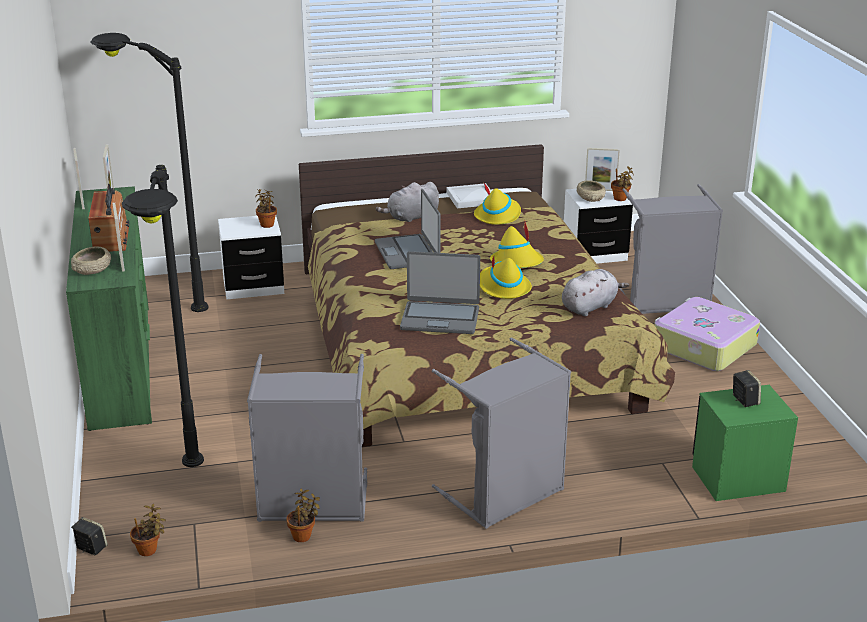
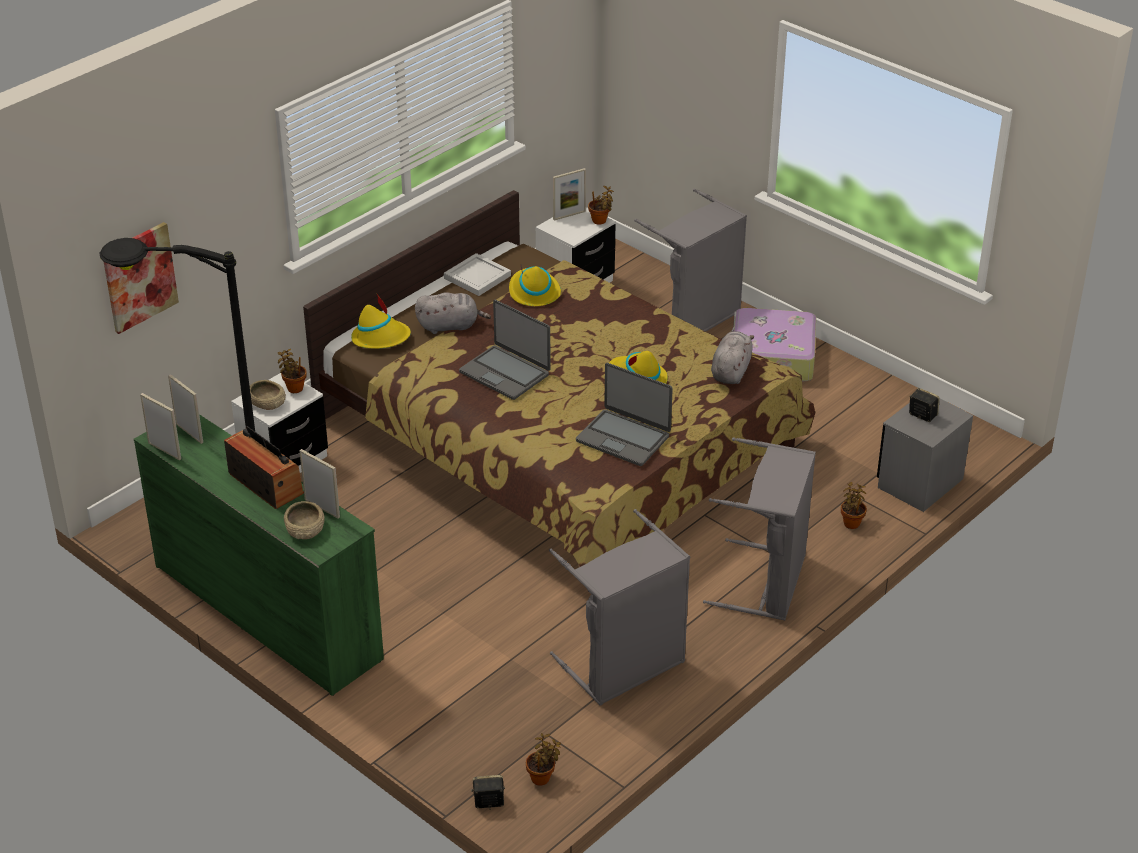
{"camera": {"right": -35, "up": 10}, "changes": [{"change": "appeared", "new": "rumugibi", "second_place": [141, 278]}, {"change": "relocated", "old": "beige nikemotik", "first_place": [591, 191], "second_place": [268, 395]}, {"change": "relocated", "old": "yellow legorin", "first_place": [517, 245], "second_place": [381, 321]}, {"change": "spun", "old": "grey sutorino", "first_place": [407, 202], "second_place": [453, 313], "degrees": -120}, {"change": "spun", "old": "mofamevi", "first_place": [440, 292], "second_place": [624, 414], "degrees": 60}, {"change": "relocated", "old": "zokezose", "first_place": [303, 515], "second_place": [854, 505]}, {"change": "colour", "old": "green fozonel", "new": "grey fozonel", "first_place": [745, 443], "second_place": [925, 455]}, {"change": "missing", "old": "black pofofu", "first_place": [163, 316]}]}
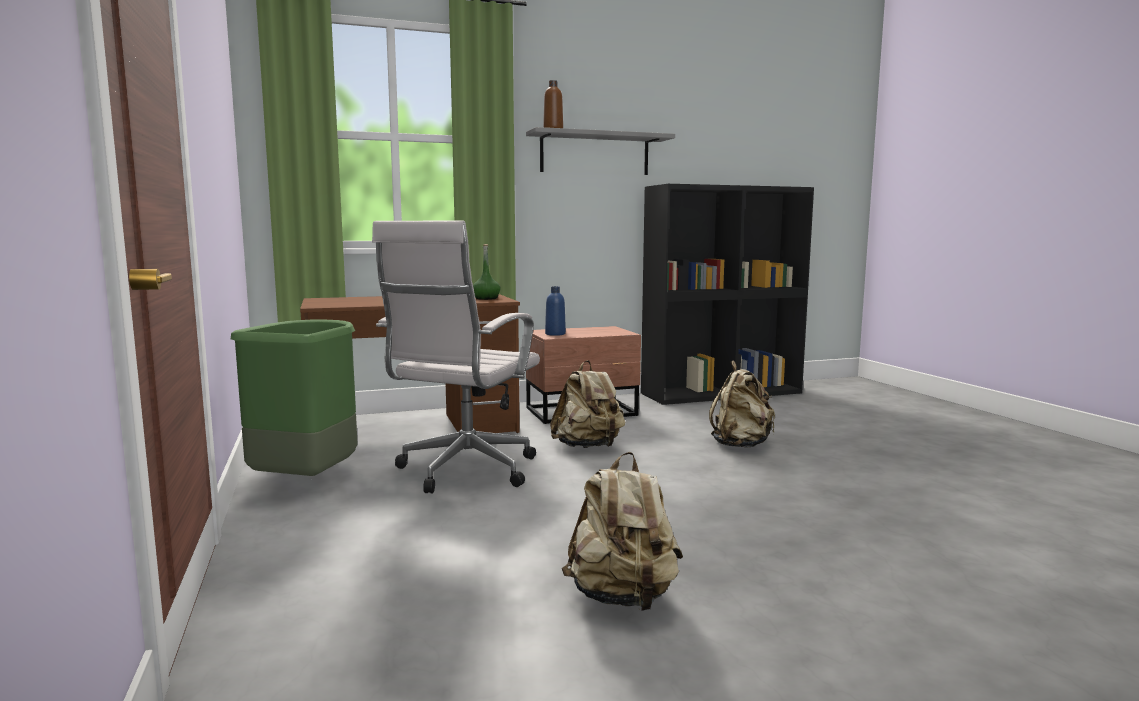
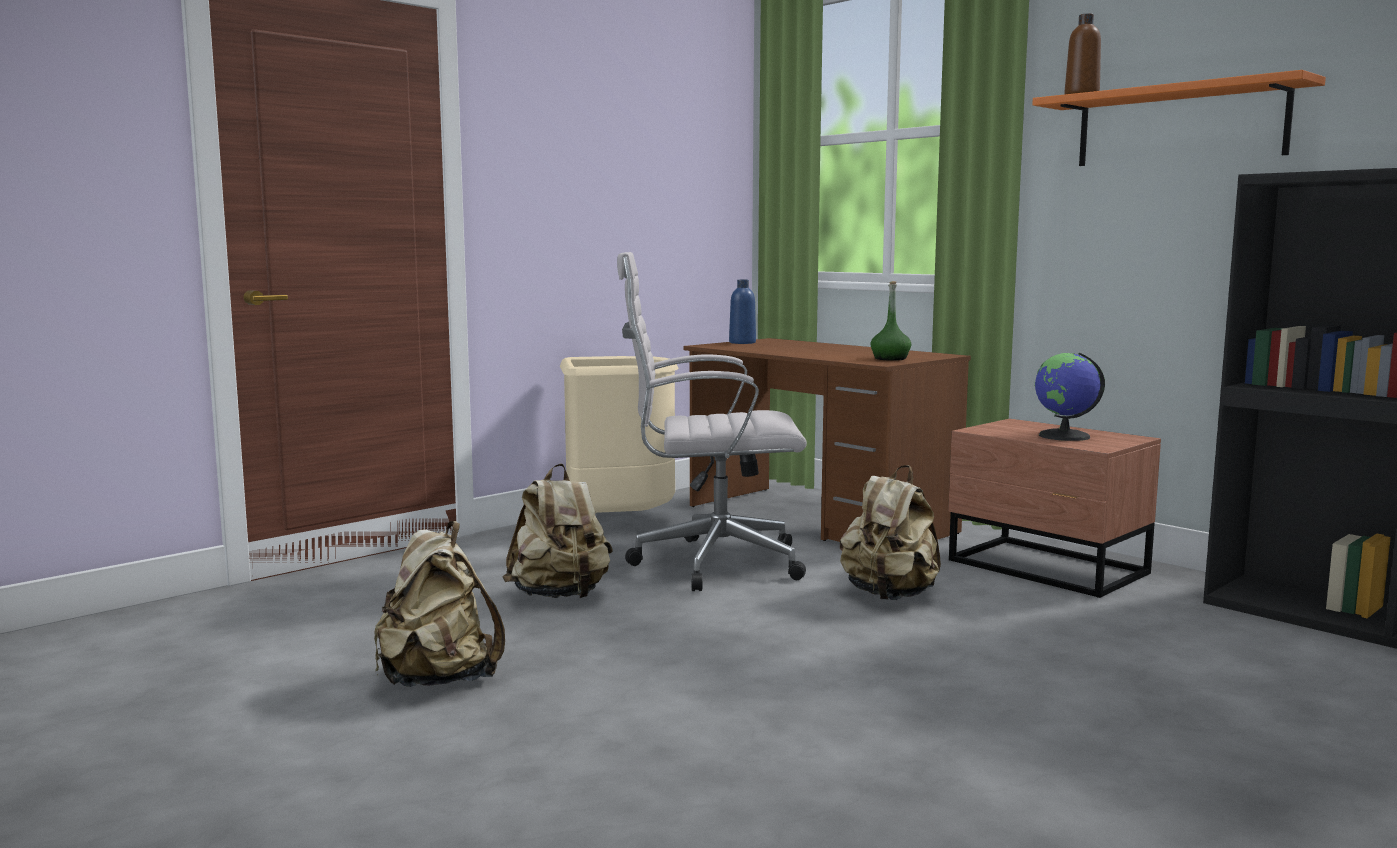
{"camera": {"right": 65, "up": 0}, "changes": [{"change": "relocated", "old": "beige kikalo", "first_place": [742, 404], "second_place": [557, 530]}, {"change": "colour", "old": "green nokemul", "new": "beige nokemul", "first_place": [294, 397], "second_place": [619, 434]}, {"change": "relocated", "old": "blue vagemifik", "first_place": [555, 311], "second_place": [742, 312]}, {"change": "colour", "old": "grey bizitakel", "new": "orange bizitakel", "first_place": [600, 151], "second_place": [1179, 118]}, {"change": "appeared", "new": "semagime", "second_place": [1070, 397]}]}
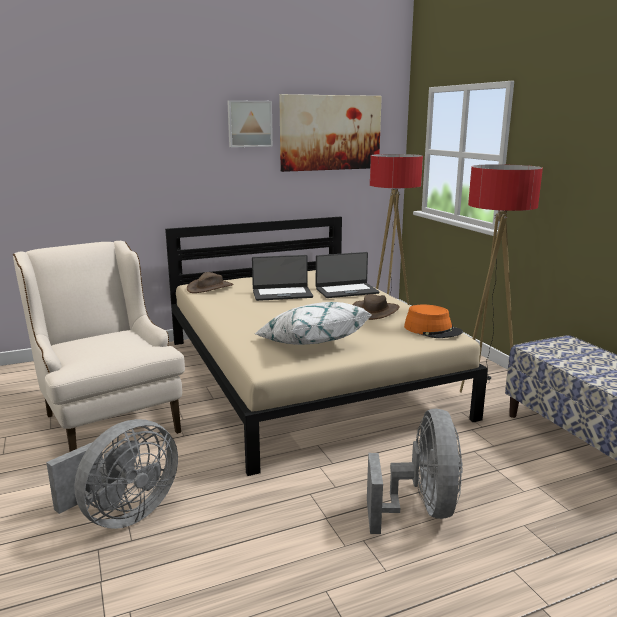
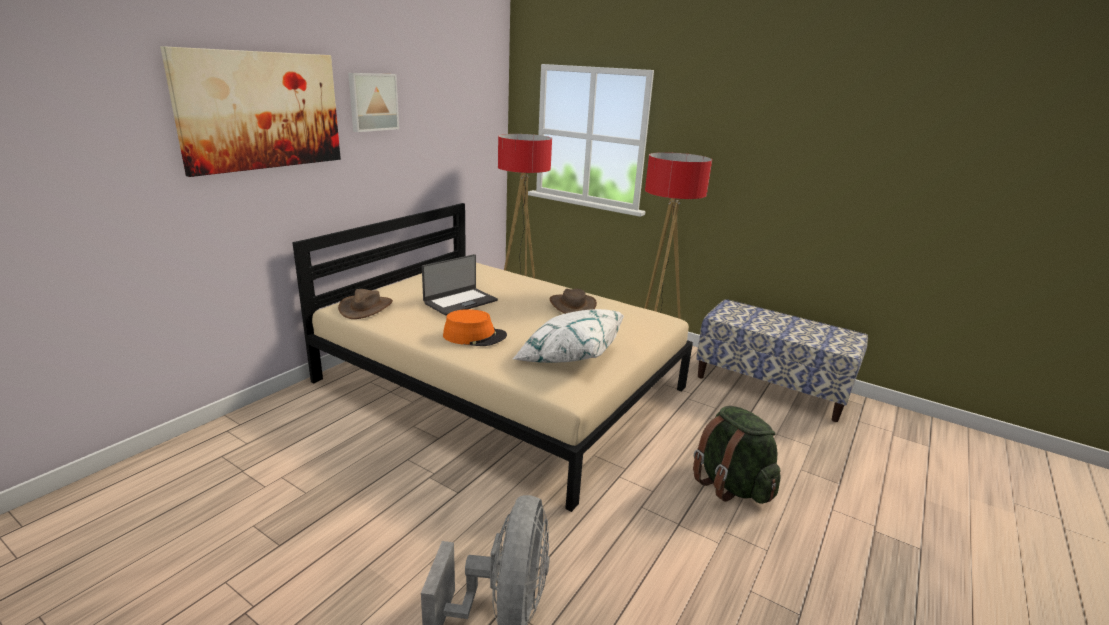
{"camera": {"right": -35, "up": 5}, "changes": [{"change": "relocated", "old": "rumugibi", "first_place": [330, 133], "second_place": [250, 111]}, {"change": "relocated", "old": "orange legorin", "first_place": [433, 321], "second_place": [475, 327]}, {"change": "exchanged", "old": "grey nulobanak", "new": "green kikalo", "first_place": [415, 471], "second_place": [736, 455]}, {"change": "missing", "old": "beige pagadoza", "first_place": [99, 346]}, {"change": "missing", "old": "mofamevi", "first_place": [347, 275]}]}
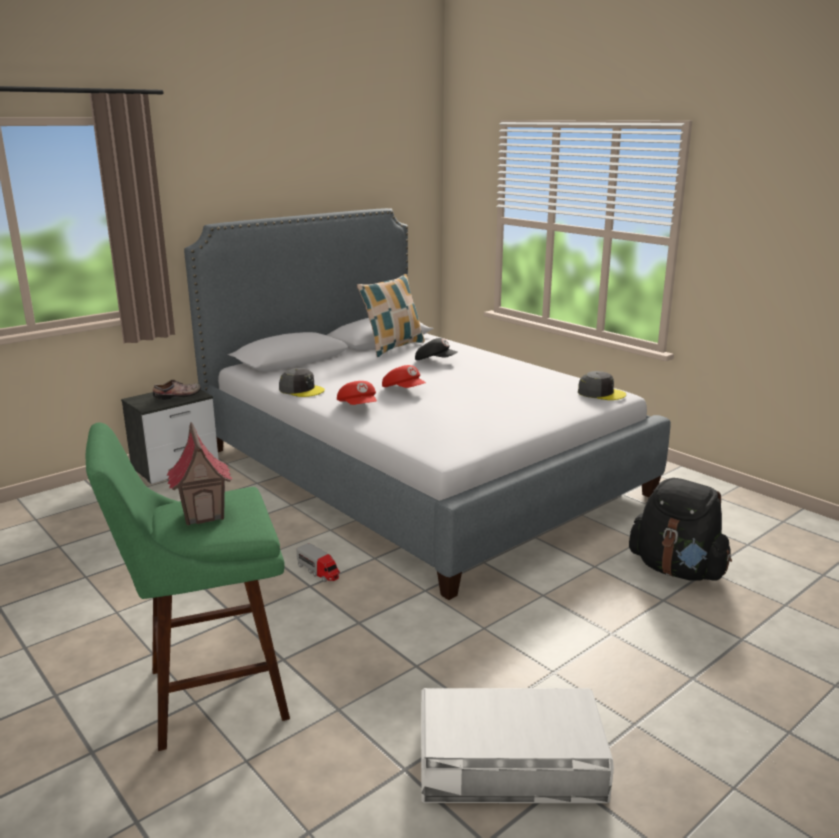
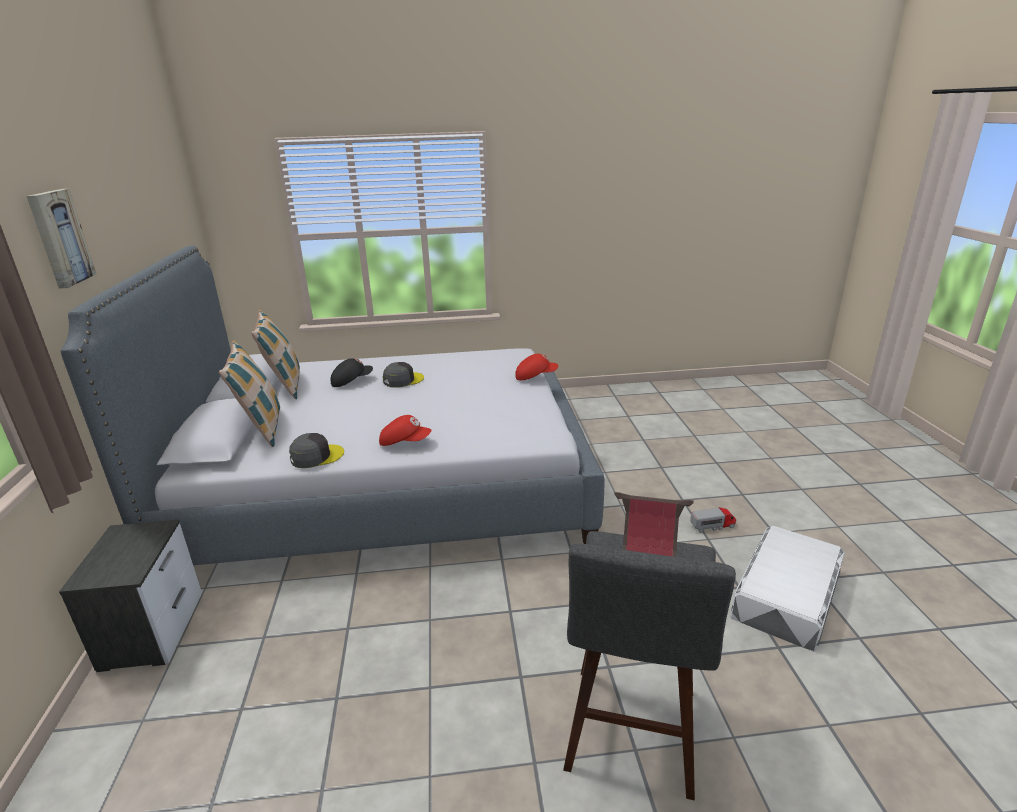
{"camera": {"right": -55, "up": 5}, "changes": [{"change": "appeared", "new": "rumugibi", "second_place": [61, 239]}, {"change": "appeared", "new": "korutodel", "second_place": [249, 393]}, {"change": "relocated", "old": "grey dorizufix", "first_place": [602, 385], "second_place": [403, 375]}, {"change": "relocated", "old": "red dorizufix", "first_place": [404, 376], "second_place": [536, 367]}, {"change": "colour", "old": "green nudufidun", "new": "grey nudufidun", "first_place": [188, 587], "second_place": [649, 665]}, {"change": "relocated", "old": "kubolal", "first_place": [318, 562], "second_place": [713, 520]}, {"change": "missing", "old": "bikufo", "first_place": [177, 390]}, {"change": "missing", "old": "black kikalo", "first_place": [680, 529]}]}
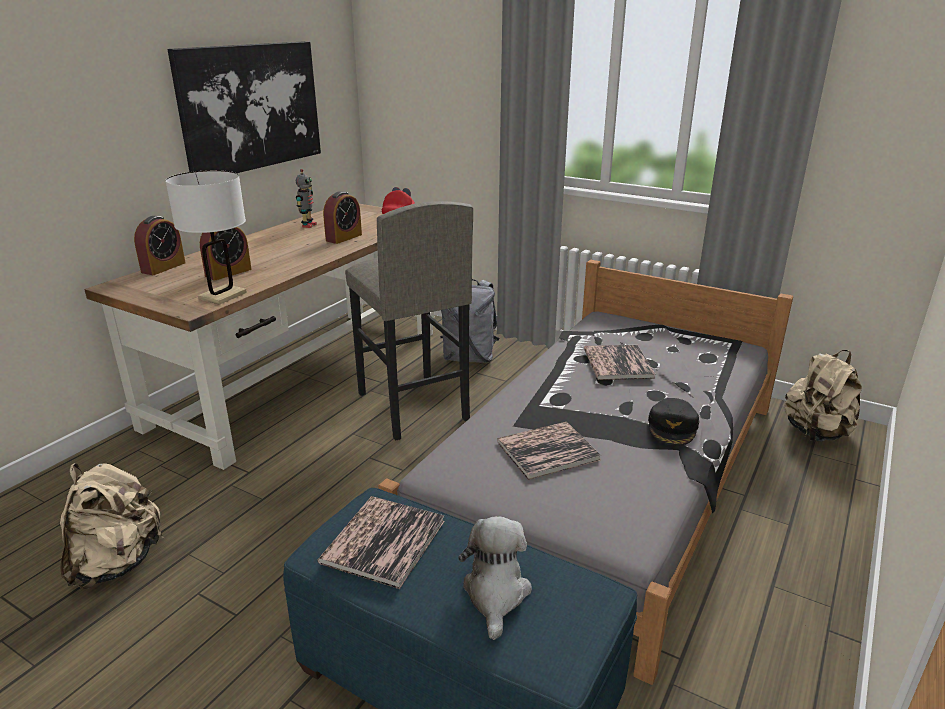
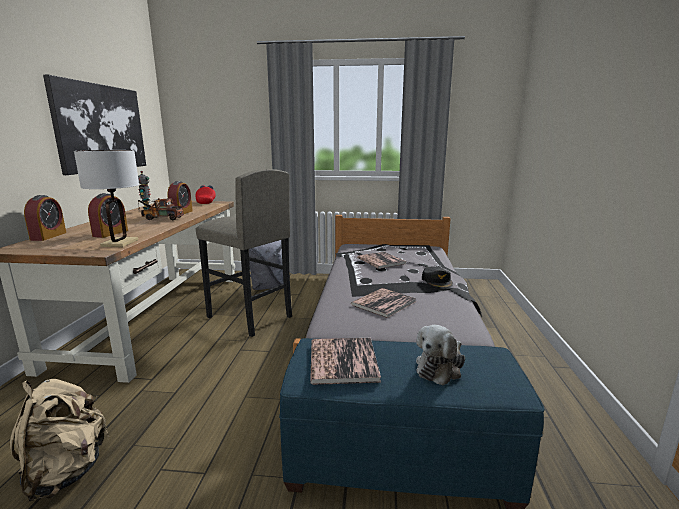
{"camera": {"right": -25, "up": -10}, "changes": [{"change": "appeared", "new": "kubolal", "second_place": [161, 209]}, {"change": "spun", "old": "sutorino", "first_place": [495, 578], "second_place": [440, 355], "degrees": -120}, {"change": "missing", "old": "beige kikalo", "first_place": [823, 396]}]}
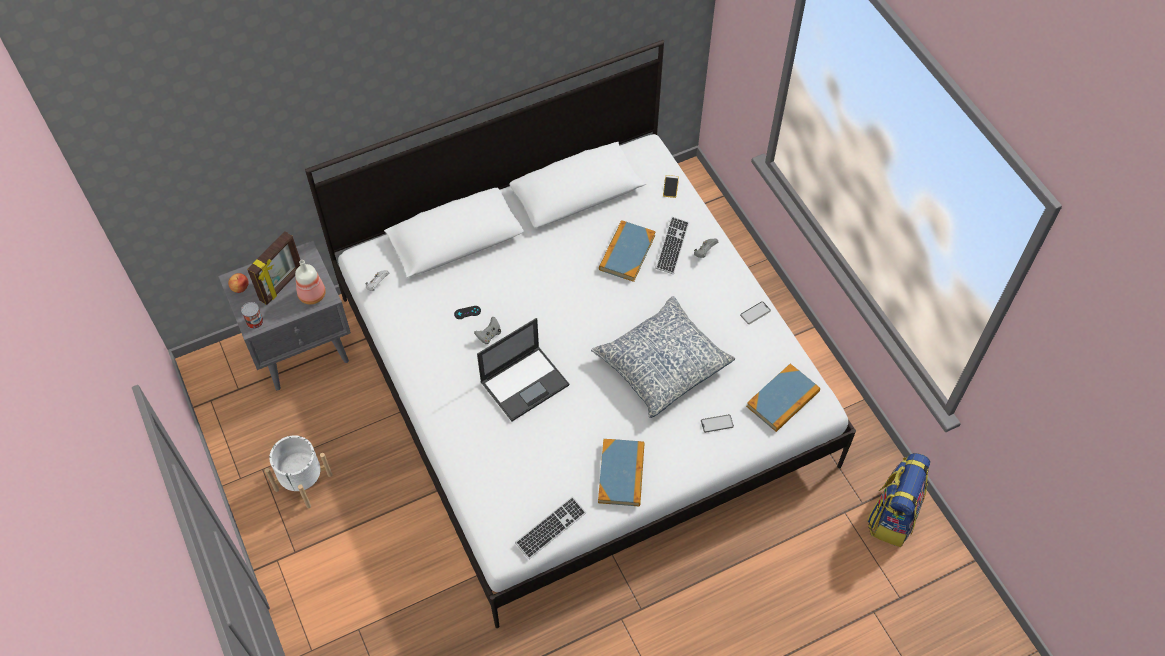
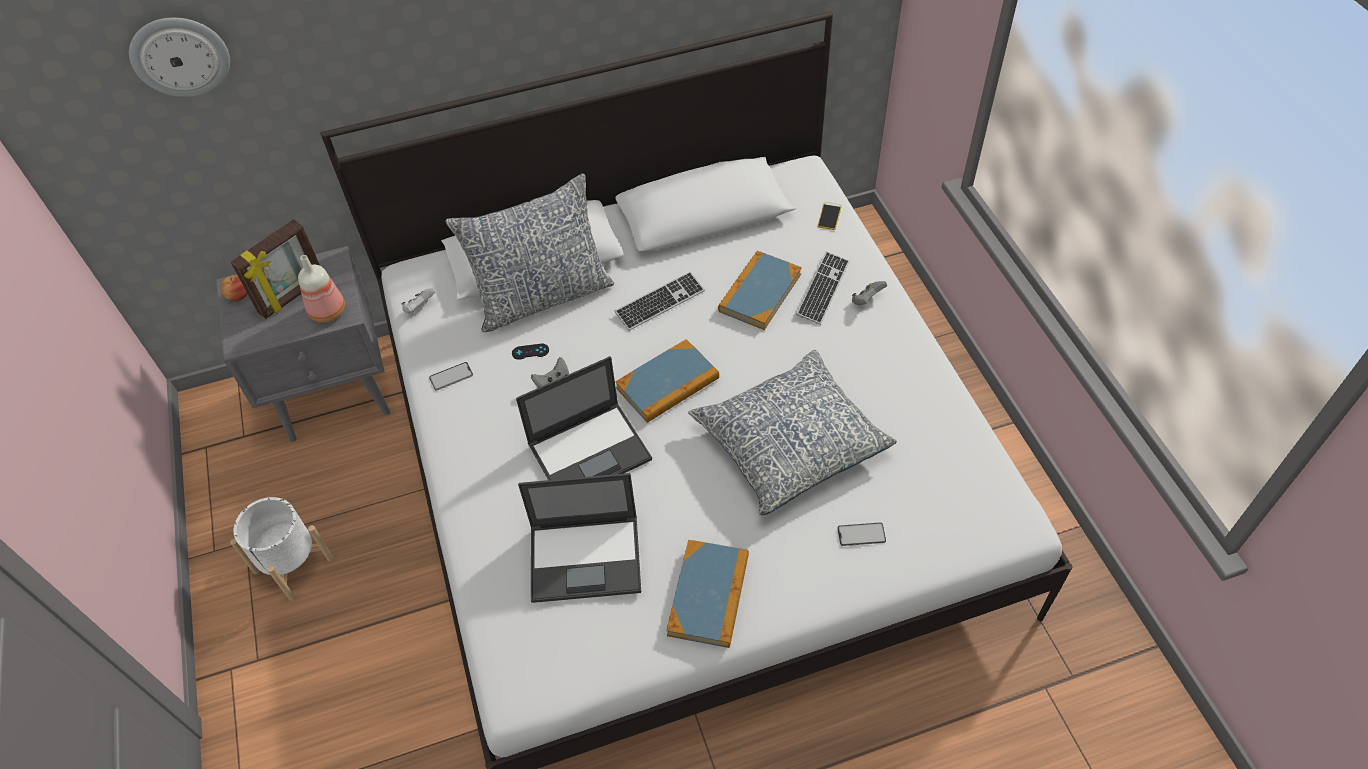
{"camera": {"right": 10, "up": -5}, "changes": [{"change": "appeared", "new": "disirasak", "second_place": [179, 57]}, {"change": "relocated", "old": "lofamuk", "first_place": [755, 312], "second_place": [451, 376]}, {"change": "appeared", "new": "korutodel", "second_place": [529, 252]}, {"change": "appeared", "new": "mofamevi", "second_place": [579, 538]}, {"change": "relocated", "old": "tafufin", "first_place": [550, 527], "second_place": [660, 301]}, {"change": "relocated", "old": "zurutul", "first_place": [783, 398], "second_place": [667, 381]}, {"change": "missing", "old": "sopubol", "first_place": [252, 315]}, {"change": "missing", "old": "kikalo", "first_place": [898, 500]}]}
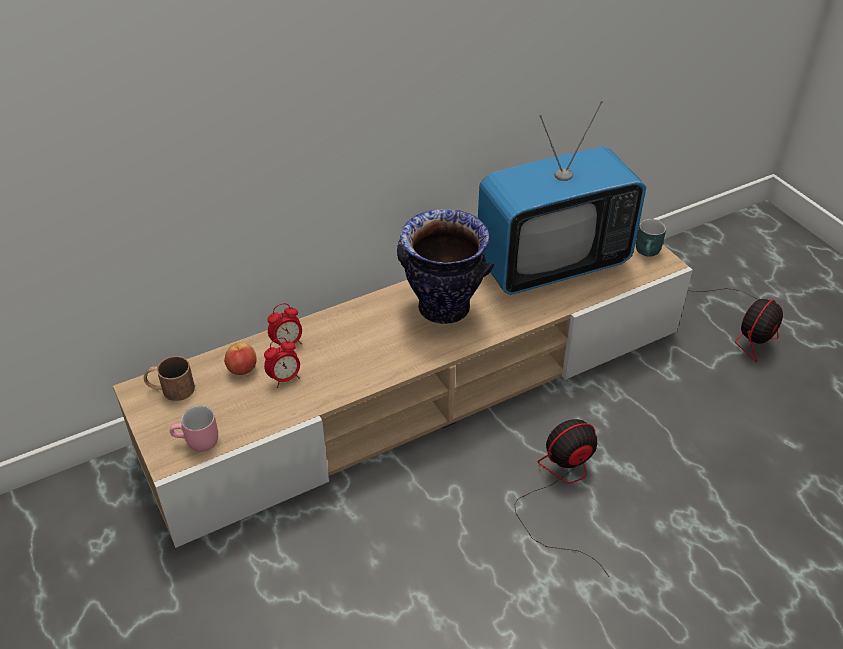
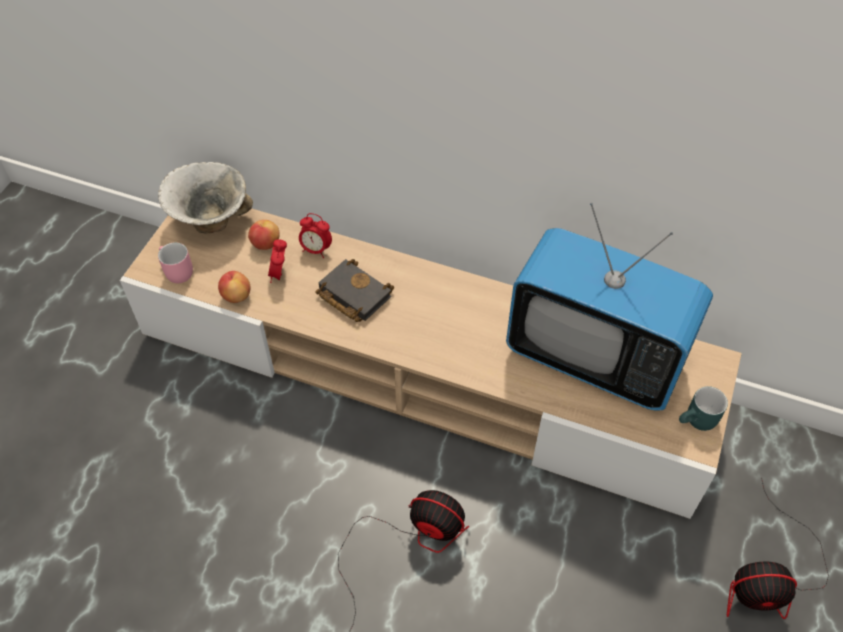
{"camera": {"right": 50, "up": 10}, "changes": [{"change": "exchanged", "old": "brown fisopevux", "new": "nikemotik", "first_place": [169, 378], "second_place": [205, 197]}, {"change": "appeared", "new": "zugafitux", "second_place": [234, 287]}, {"change": "spun", "old": "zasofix", "first_place": [282, 362], "second_place": [277, 261], "degrees": 75}, {"change": "appeared", "new": "black zurutul", "second_place": [355, 290]}, {"change": "missing", "old": "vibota", "first_place": [445, 266]}]}
